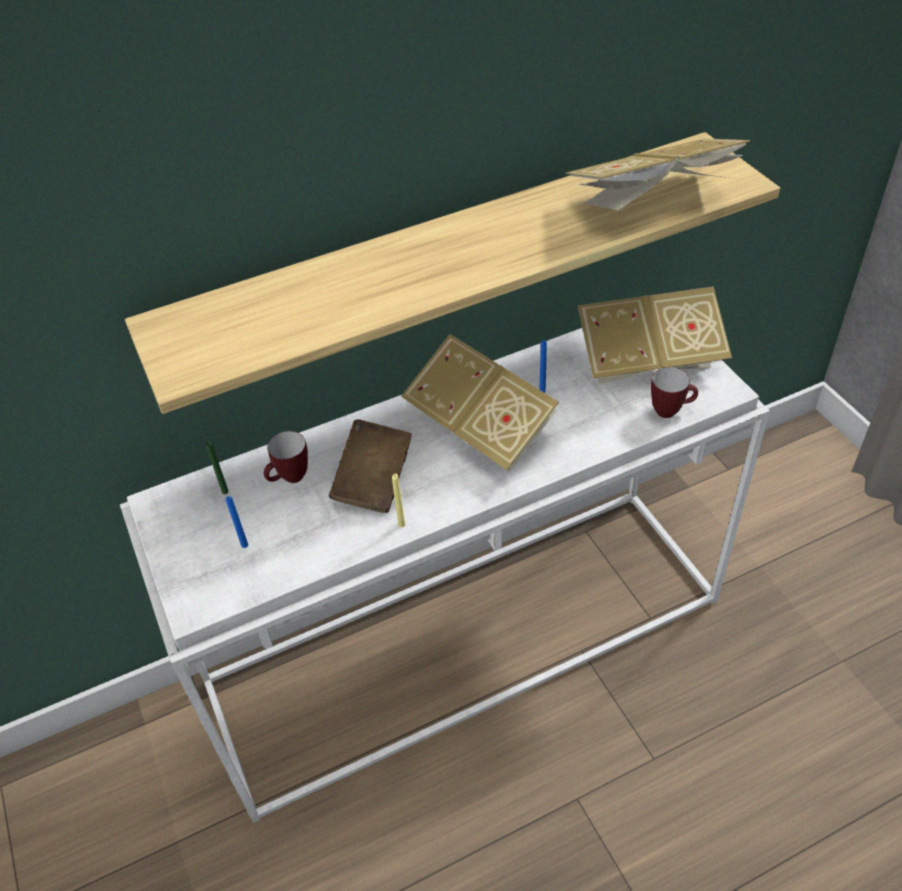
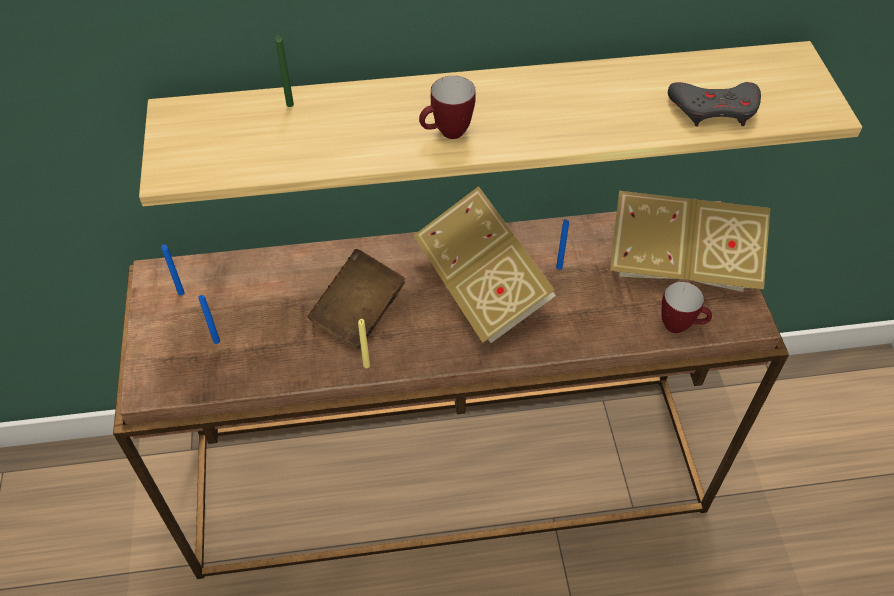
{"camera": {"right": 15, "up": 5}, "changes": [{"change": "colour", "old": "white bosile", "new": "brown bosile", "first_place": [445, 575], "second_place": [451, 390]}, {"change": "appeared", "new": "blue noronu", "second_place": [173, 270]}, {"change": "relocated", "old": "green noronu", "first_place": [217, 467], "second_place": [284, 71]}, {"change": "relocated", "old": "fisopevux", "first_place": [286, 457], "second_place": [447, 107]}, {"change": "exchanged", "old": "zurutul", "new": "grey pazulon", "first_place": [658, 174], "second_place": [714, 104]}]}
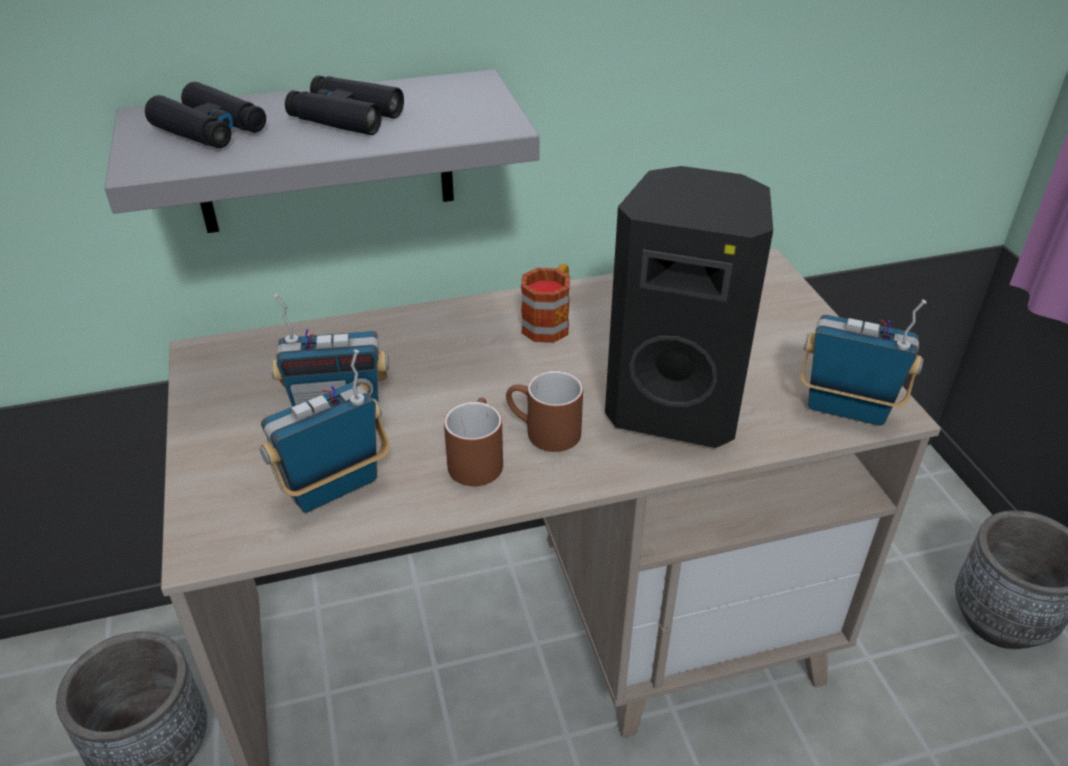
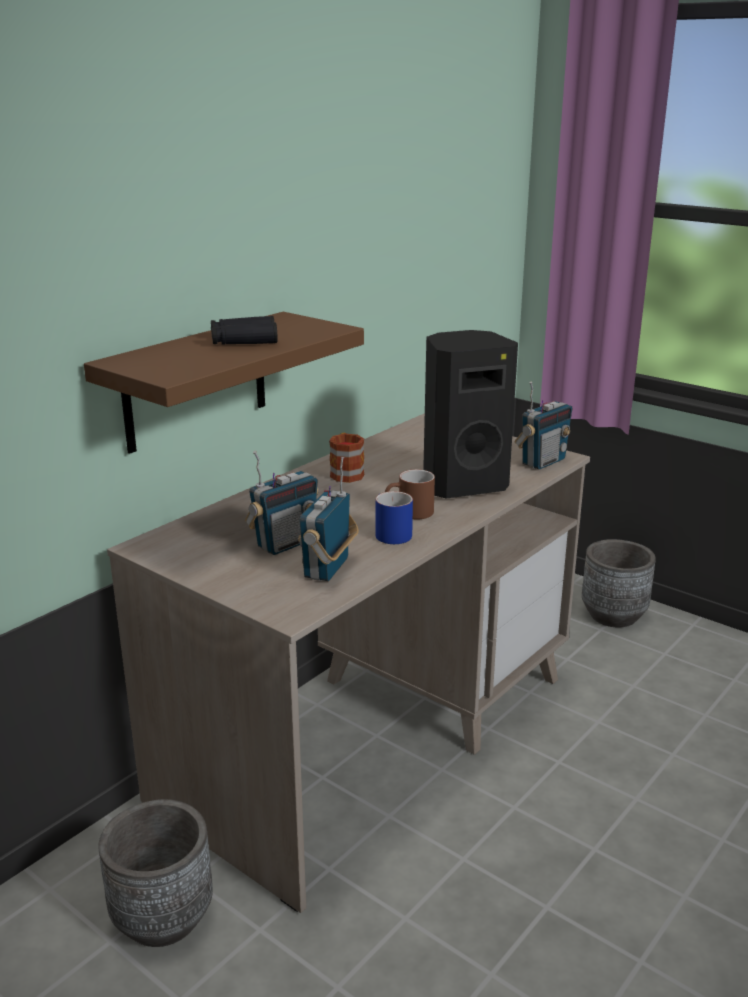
{"camera": {"right": -35, "up": -15}, "changes": [{"change": "colour", "old": "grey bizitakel", "new": "brown bizitakel", "first_place": [322, 151], "second_place": [224, 383]}, {"change": "colour", "old": "brown fisopevux", "new": "blue fisopevux", "first_place": [473, 442], "second_place": [394, 517]}, {"change": "spun", "old": "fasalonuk", "first_place": [864, 362], "second_place": [543, 425], "degrees": 150}, {"change": "missing", "old": "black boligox", "first_place": [205, 115]}]}
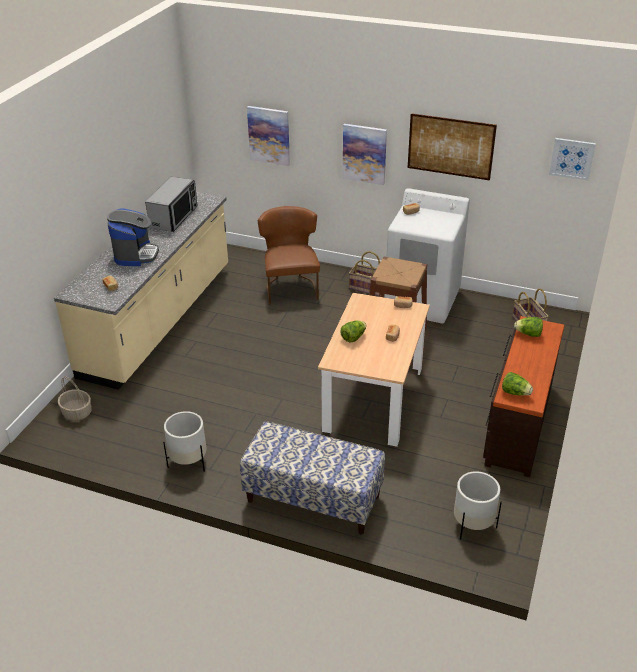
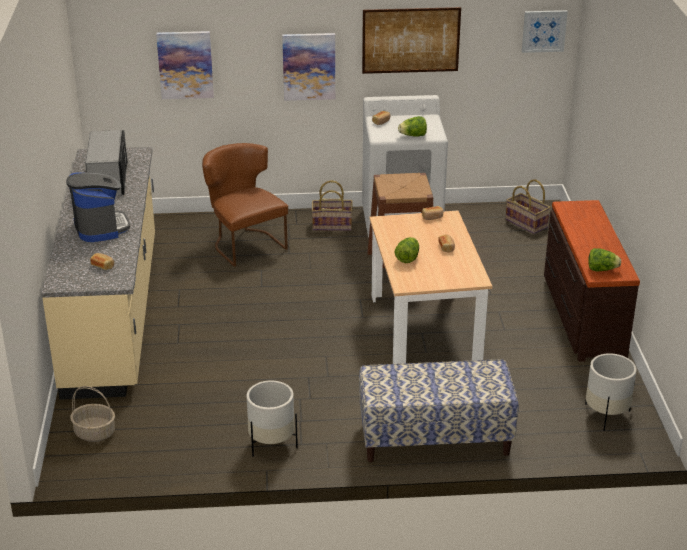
{"camera": {"right": -25, "up": -5}, "changes": [{"change": "relocated", "old": "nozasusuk", "first_place": [528, 327], "second_place": [412, 126]}]}
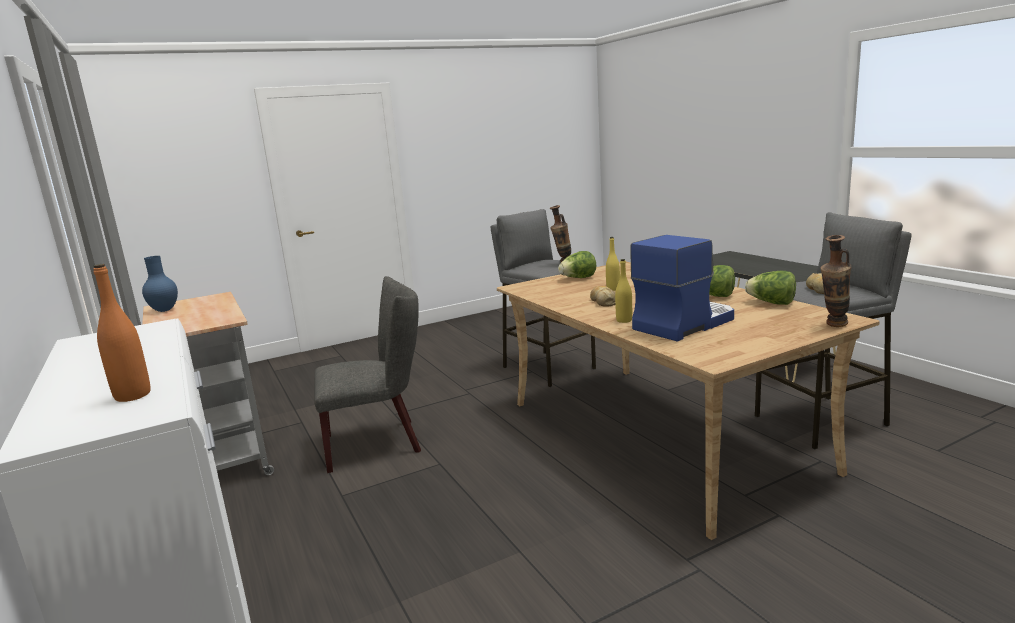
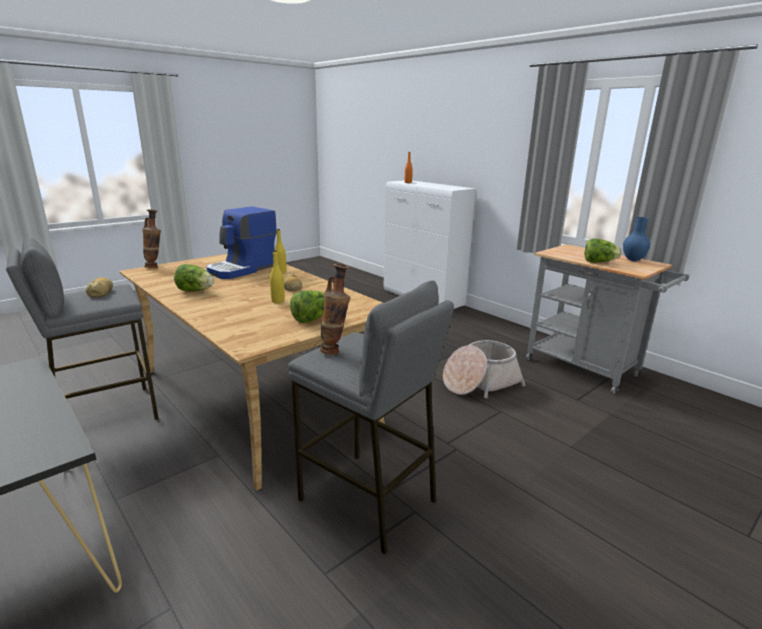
{"camera": {"right": 165, "up": 5}, "changes": [{"change": "exchanged", "old": "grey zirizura", "new": "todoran", "first_place": [367, 374], "second_place": [484, 369]}, {"change": "relocated", "old": "nozasusuk", "first_place": [770, 288], "second_place": [603, 251]}]}
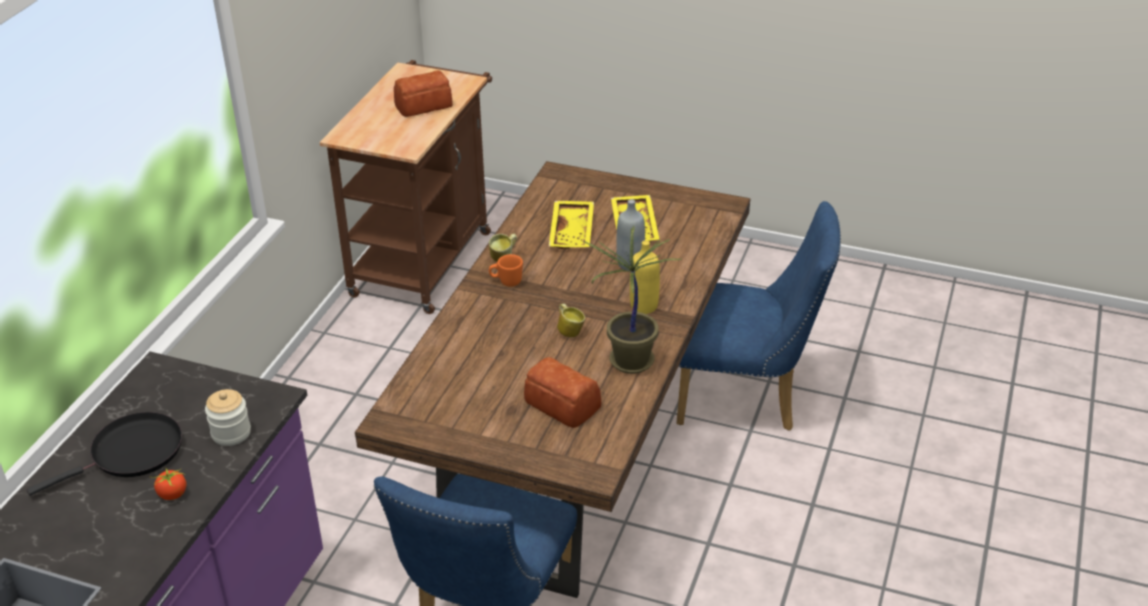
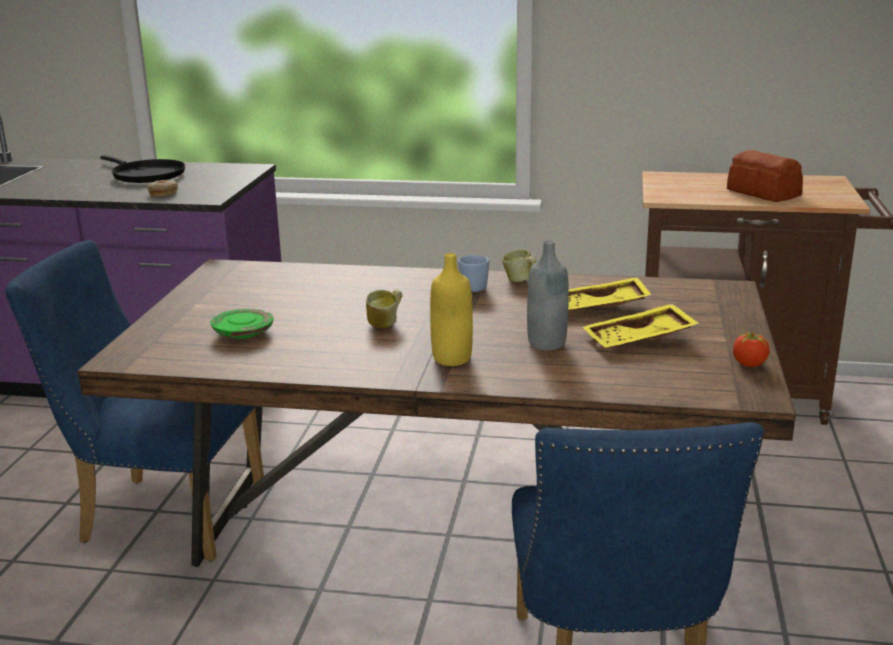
{"camera": {"right": 80, "up": -15}, "changes": [{"change": "exchanged", "old": "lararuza", "new": "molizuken", "first_place": [228, 417], "second_place": [162, 188]}, {"change": "exchanged", "old": "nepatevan", "new": "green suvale", "first_place": [562, 392], "second_place": [242, 324]}, {"change": "colour", "old": "orange fisopevux", "new": "blue fisopevux", "first_place": [506, 270], "second_place": [473, 273]}, {"change": "relocated", "old": "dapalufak", "first_place": [169, 483], "second_place": [751, 346]}, {"change": "missing", "old": "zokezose", "first_place": [633, 299]}]}
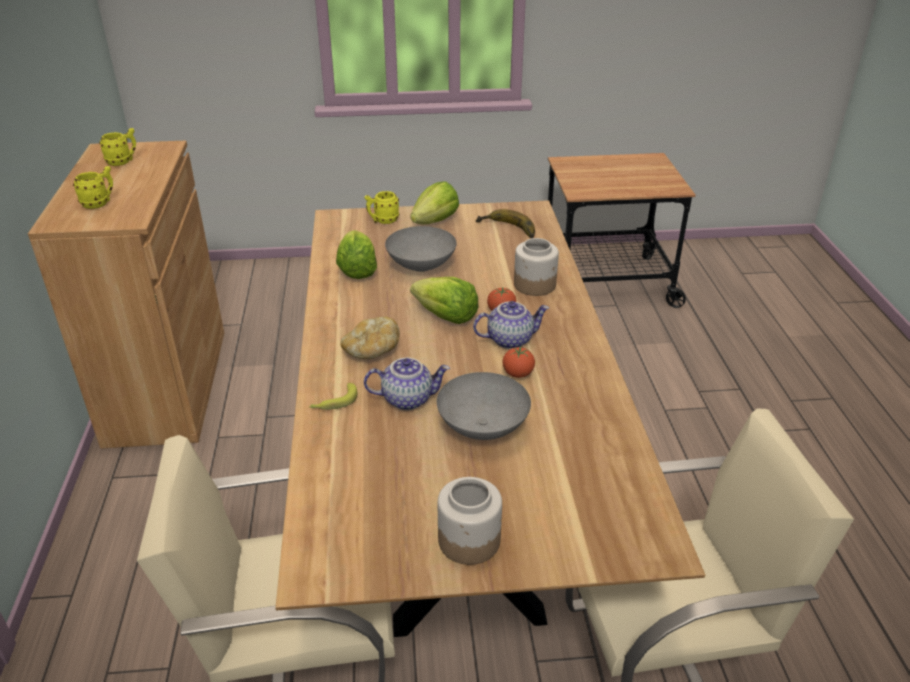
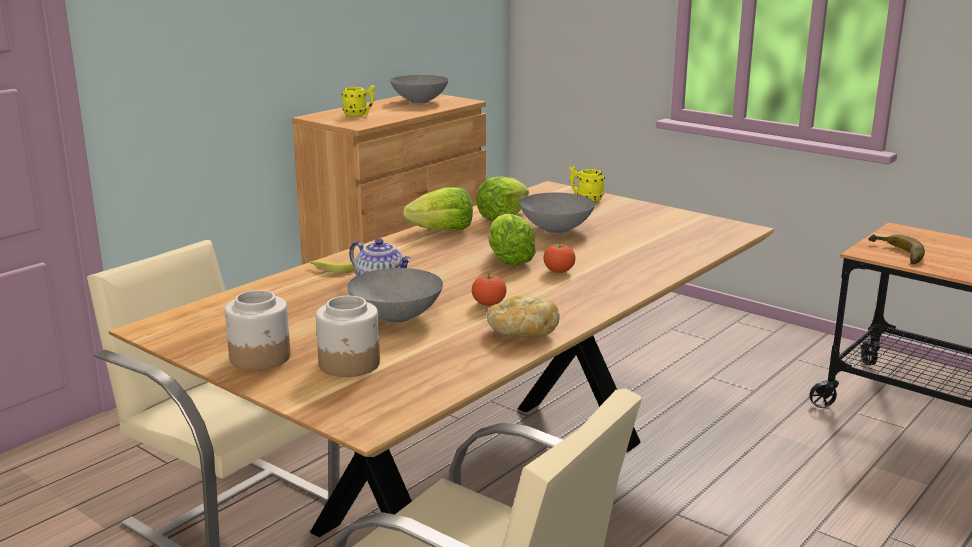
{"camera": {"right": 45, "up": -15}, "changes": [{"change": "relocated", "old": "lararuza", "first_place": [536, 267], "second_place": [348, 336]}, {"change": "exchanged", "old": "yellow fisopevux", "new": "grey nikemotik", "first_place": [117, 147], "second_place": [419, 89]}, {"change": "relocated", "old": "nozasusuk", "first_place": [434, 202], "second_place": [437, 209]}, {"change": "relocated", "old": "nepatevan", "first_place": [370, 337], "second_place": [523, 316]}, {"change": "relocated", "old": "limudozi", "first_place": [505, 223], "second_place": [896, 249]}, {"change": "missing", "old": "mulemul", "first_place": [511, 325]}]}
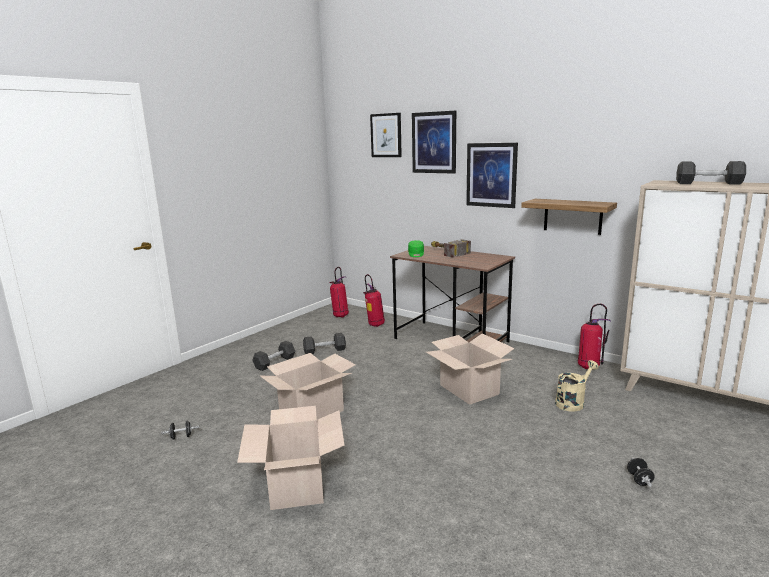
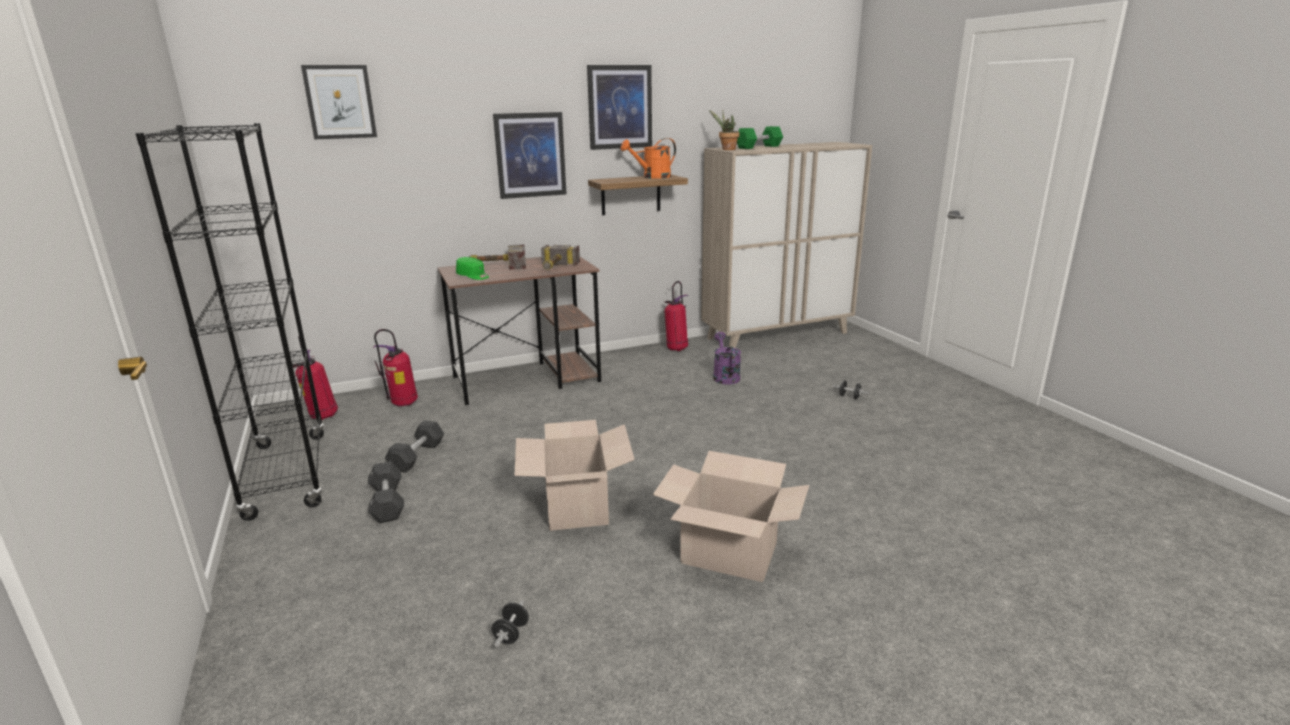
{"camera": {"right": -60, "up": 5}, "changes": [{"change": "appeared", "new": "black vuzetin", "second_place": [230, 322]}, {"change": "appeared", "new": "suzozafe", "second_place": [560, 257]}, {"change": "relocated", "old": "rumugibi", "first_place": [434, 142], "second_place": [619, 107]}, {"change": "appeared", "new": "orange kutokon", "second_place": [648, 158]}, {"change": "appeared", "new": "zokezose", "second_place": [724, 130]}, {"change": "colour", "old": "beige kutokon", "new": "purple kutokon", "first_place": [577, 386], "second_place": [727, 358]}, {"change": "colour", "old": "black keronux", "new": "green keronux", "first_place": [711, 172], "second_place": [760, 137]}, {"change": "missing", "old": "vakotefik", "first_place": [470, 369]}]}
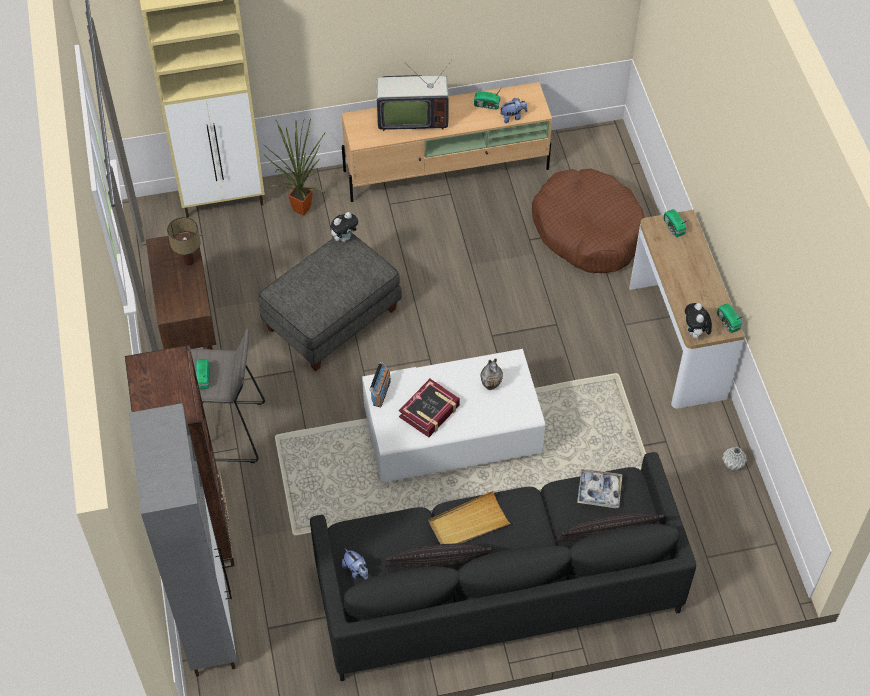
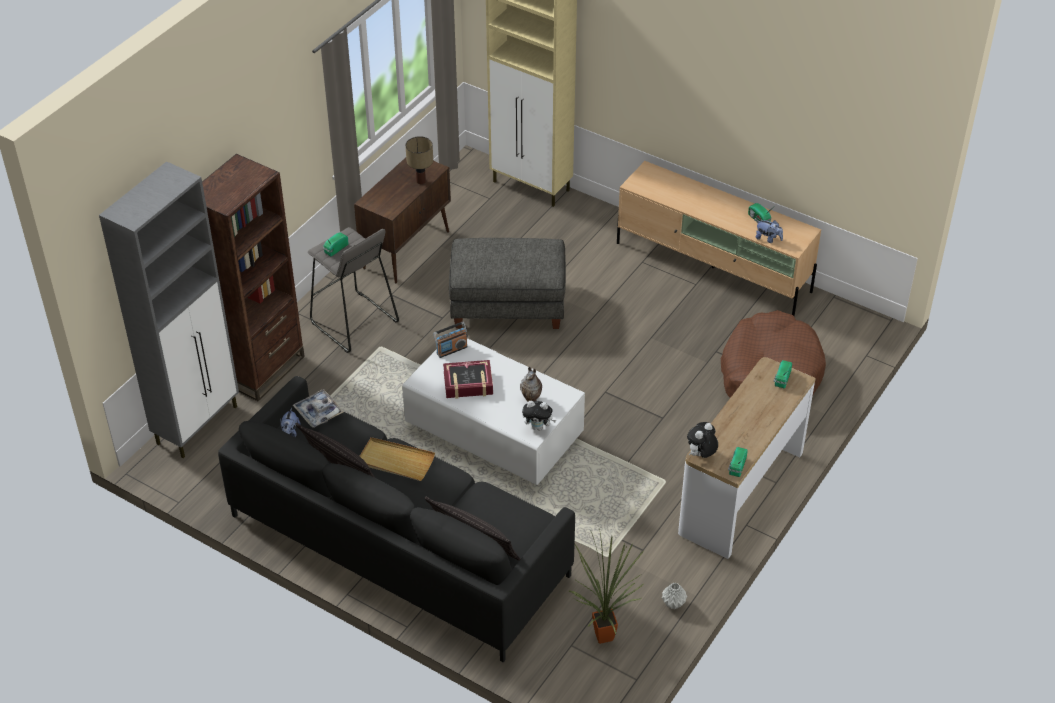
{"camera": {"right": 45, "up": -10}, "changes": [{"change": "relocated", "old": "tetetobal", "first_place": [599, 488], "second_place": [318, 408]}, {"change": "relocated", "old": "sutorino", "first_place": [344, 227], "second_place": [539, 416]}, {"change": "relocated", "old": "zokezose", "first_place": [294, 167], "second_place": [606, 588]}, {"change": "missing", "old": "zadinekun", "first_place": [414, 95]}]}
